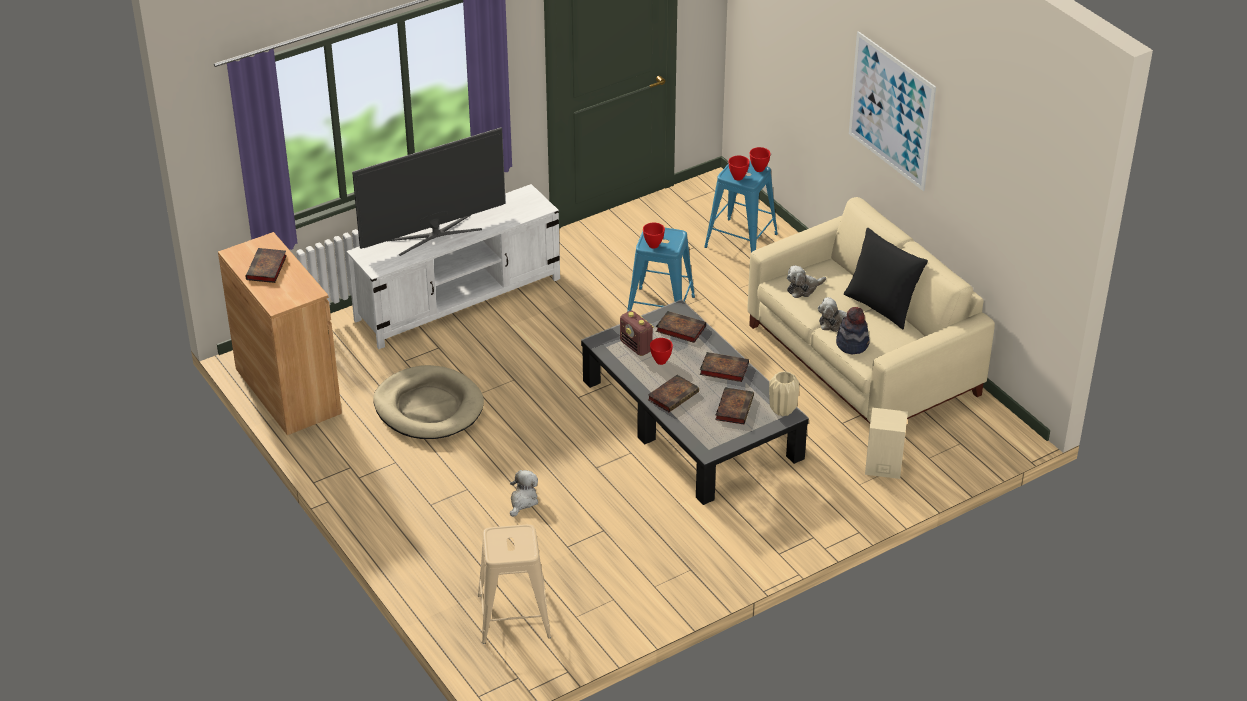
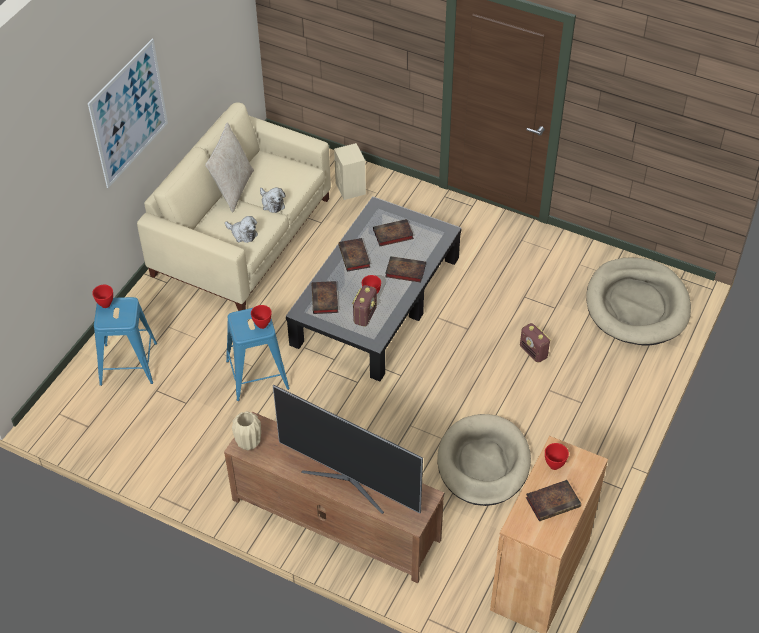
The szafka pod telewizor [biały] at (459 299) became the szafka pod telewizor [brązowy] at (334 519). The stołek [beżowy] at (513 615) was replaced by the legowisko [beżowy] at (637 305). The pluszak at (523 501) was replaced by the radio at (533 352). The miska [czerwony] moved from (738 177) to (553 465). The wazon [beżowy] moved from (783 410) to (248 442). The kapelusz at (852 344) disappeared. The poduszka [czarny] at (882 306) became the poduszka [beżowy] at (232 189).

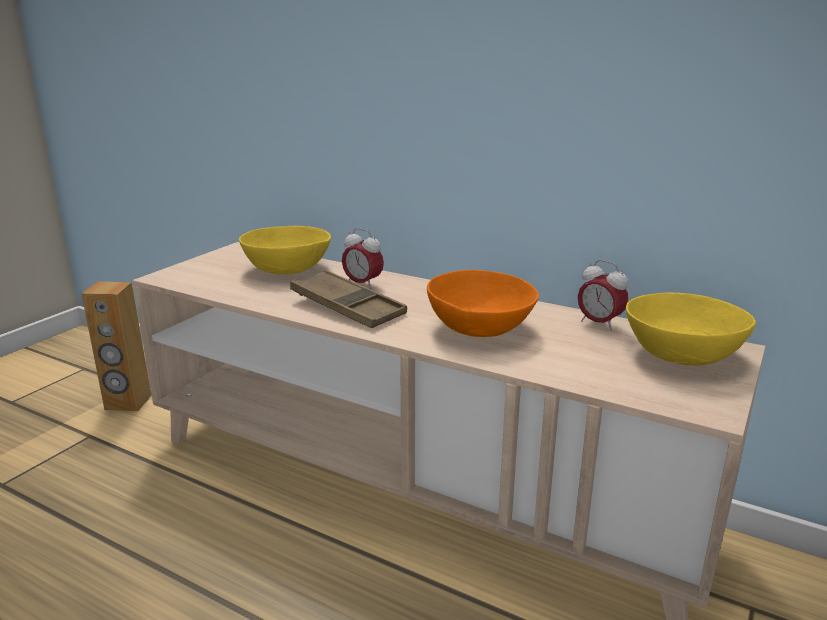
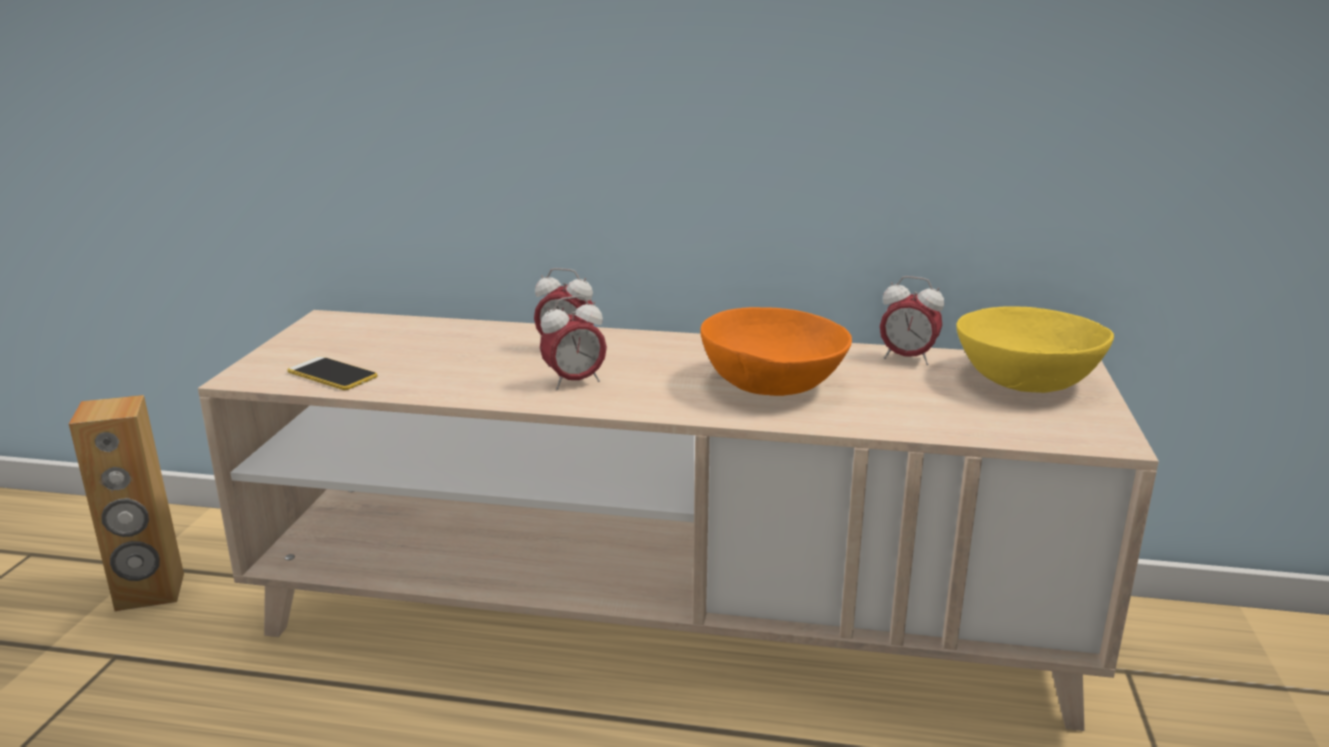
The miska [żółty] at (287 268) disappeared. The taca [brązowy] at (347 307) was replaced by the budzik at (574 382). The telefon at (332 374) appeared.

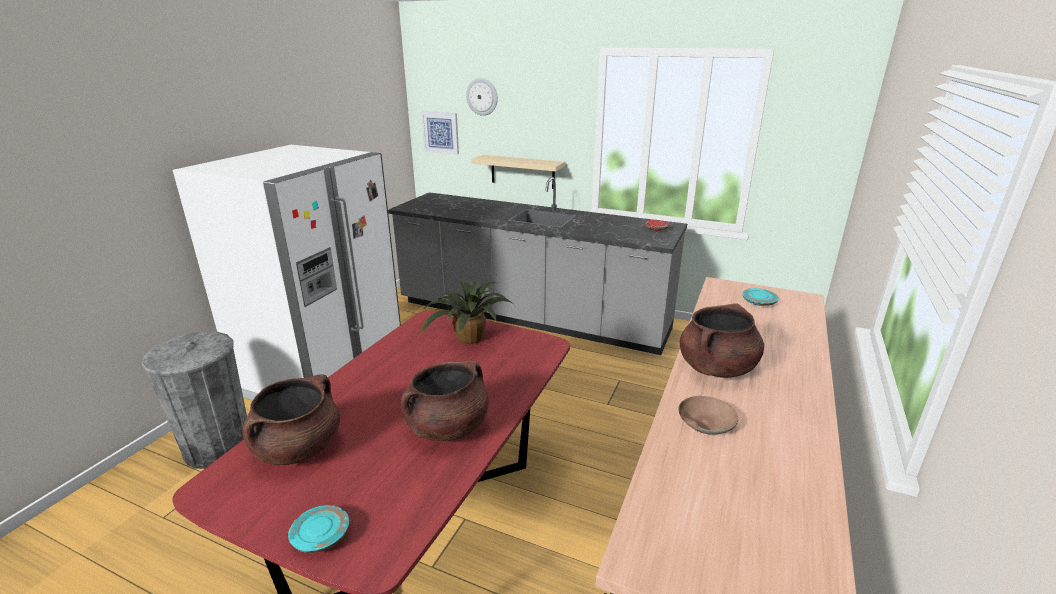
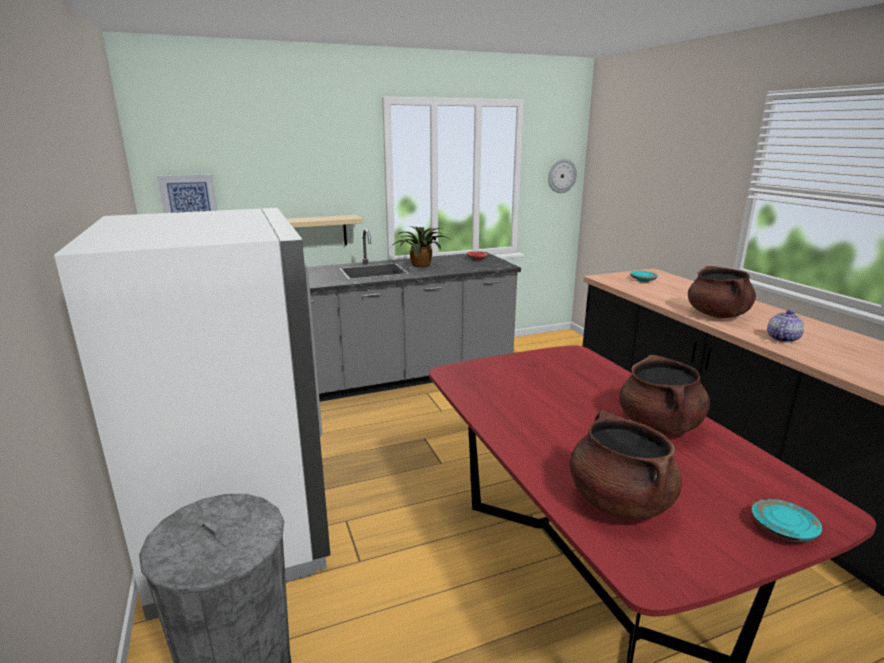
The roślina doniczkowa moved from (468 339) to (421 265). The zegar ścienny moved from (482 97) to (561 176). The miska [brązowy] at (705 422) was replaced by the imbryk at (782 339).

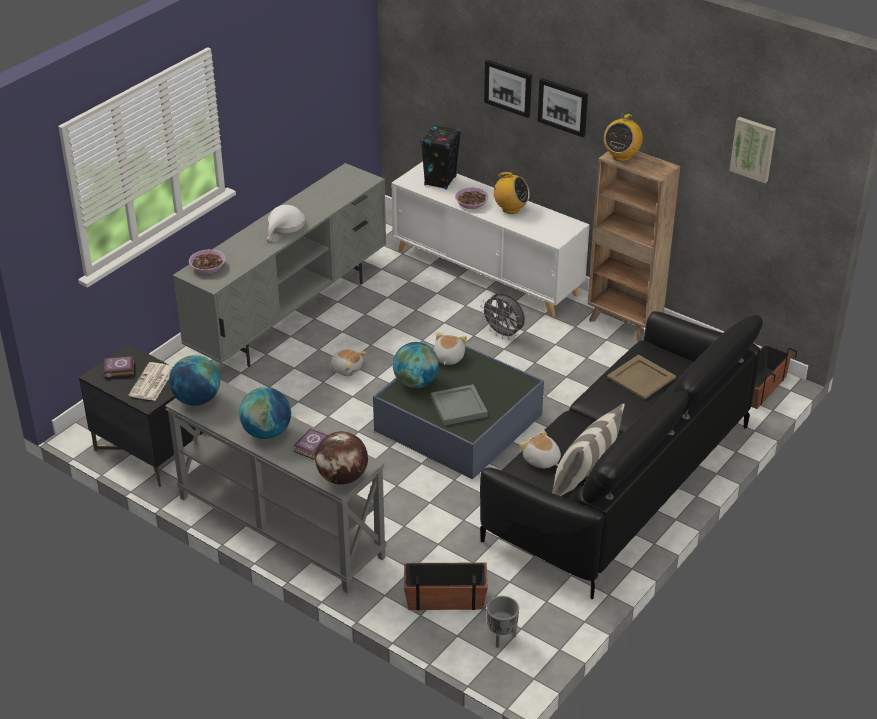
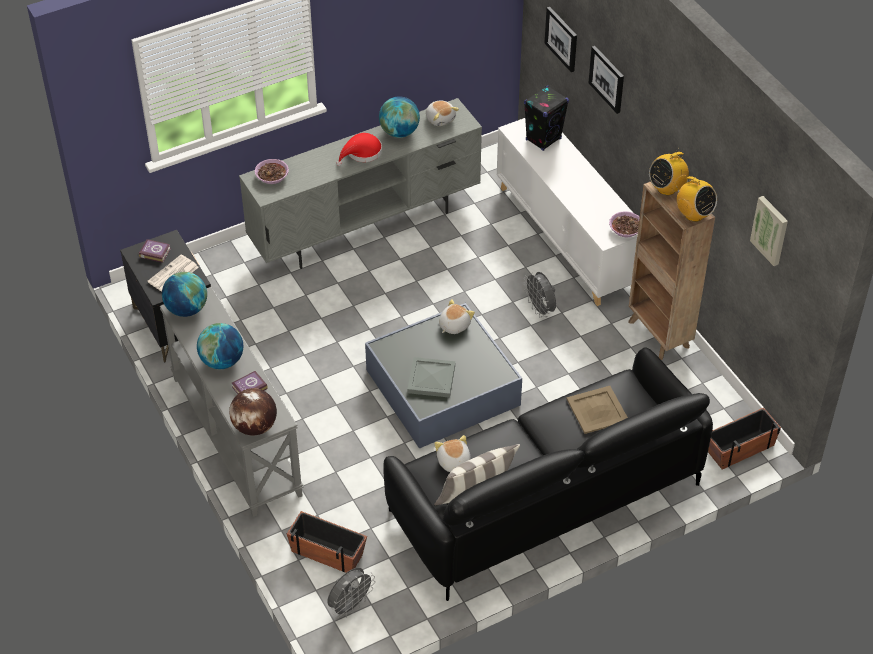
The kapelusz [biały] at (284 226) became the kapelusz [czerwony] at (362 153). The pluszak moved from (347 369) to (440 119). The globus moved from (416 382) to (399 132). The miska moved from (471 203) to (625 229). The donica [szary] at (501 637) was replaced by the wentylator [szary] at (350 605). The radio moved from (510 209) to (693 215). The obraz moved from (563 106) to (562 38).

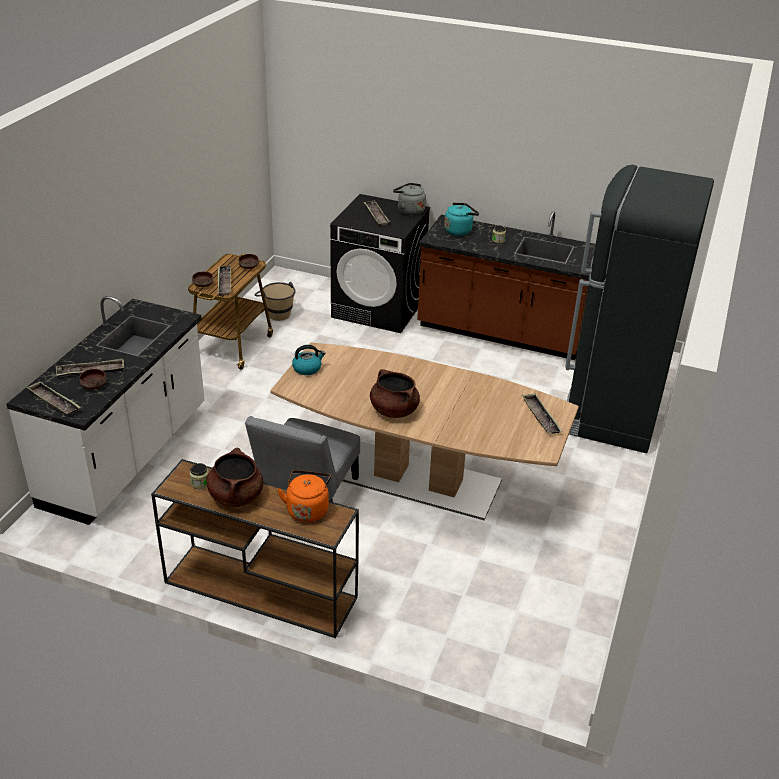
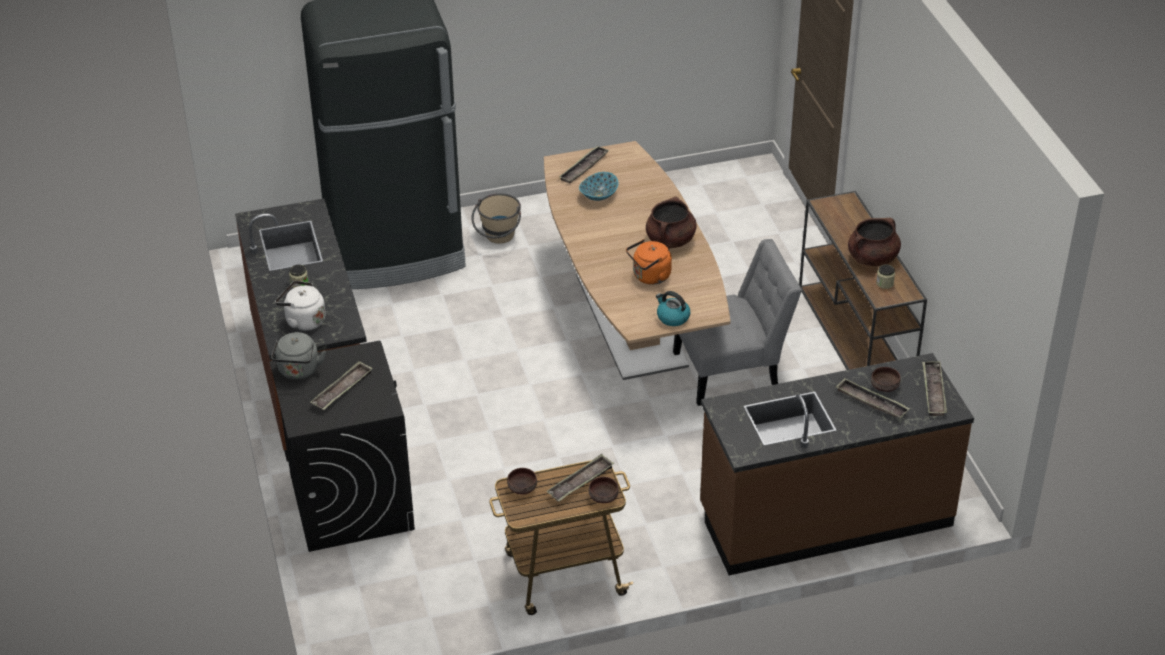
The zabudowa kuchenna [biały] at (127 457) became the zabudowa kuchenna [brązowy] at (825 517). The wiadro [beżowy] moved from (276 312) to (498 238). The czajnik [pomarańczowy] moved from (307 509) to (649 277). The czajnik [turkusowy] at (459 230) became the czajnik [biały] at (303 321). The miska at (598 195) appeared.

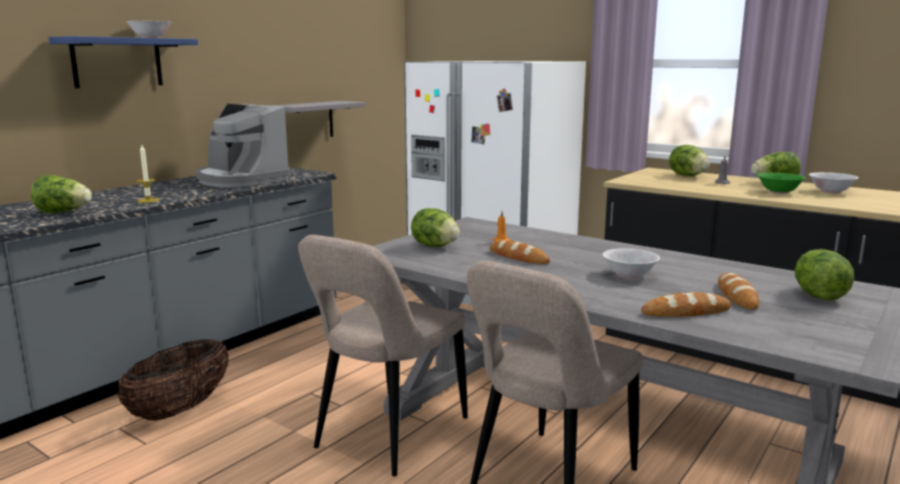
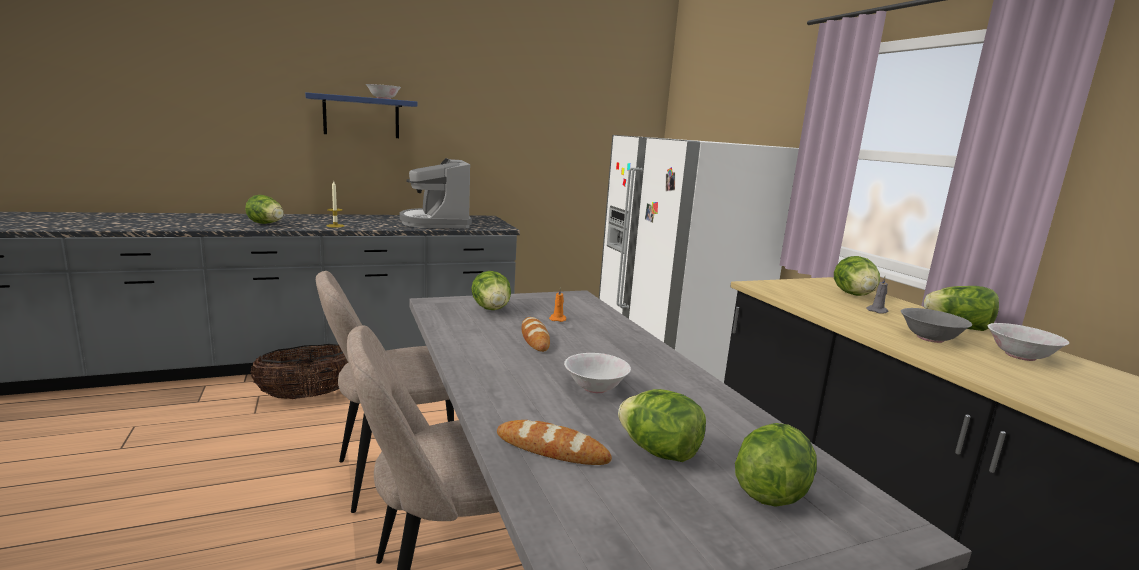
The półka [szary] at (306 121) disappeared. The chleb at (737 296) was replaced by the sałata at (659 452). The miska [zielony] at (778 192) became the miska [szary] at (929 338).

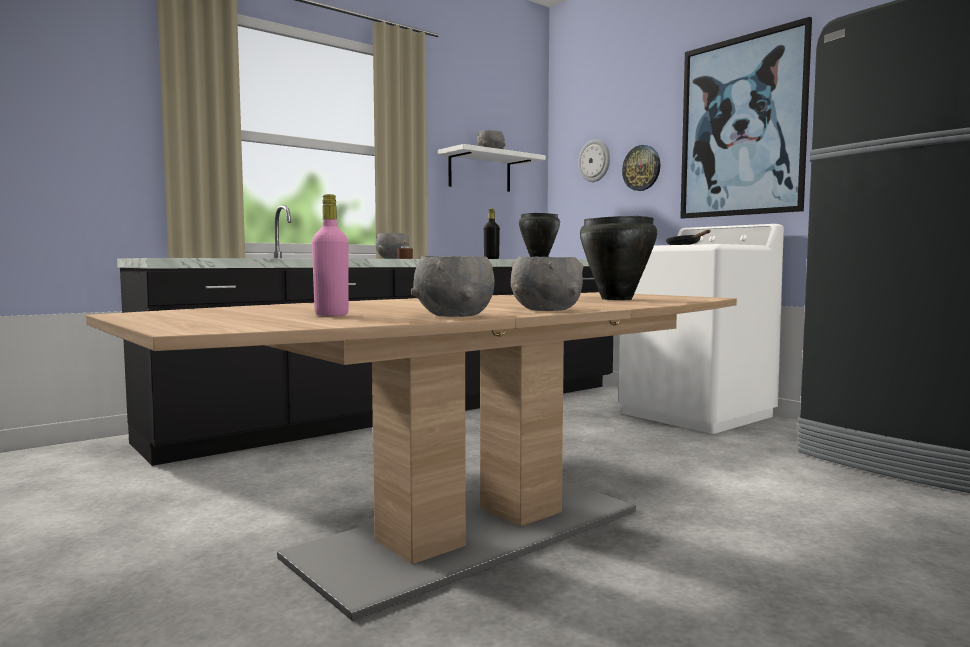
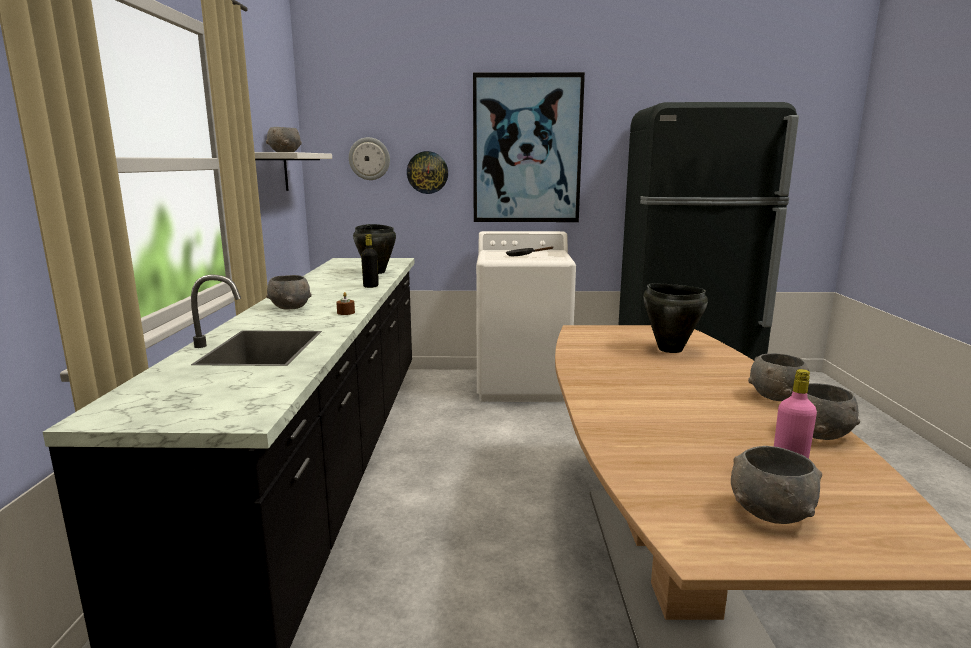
The miska [szary] at (769 512) appeared.

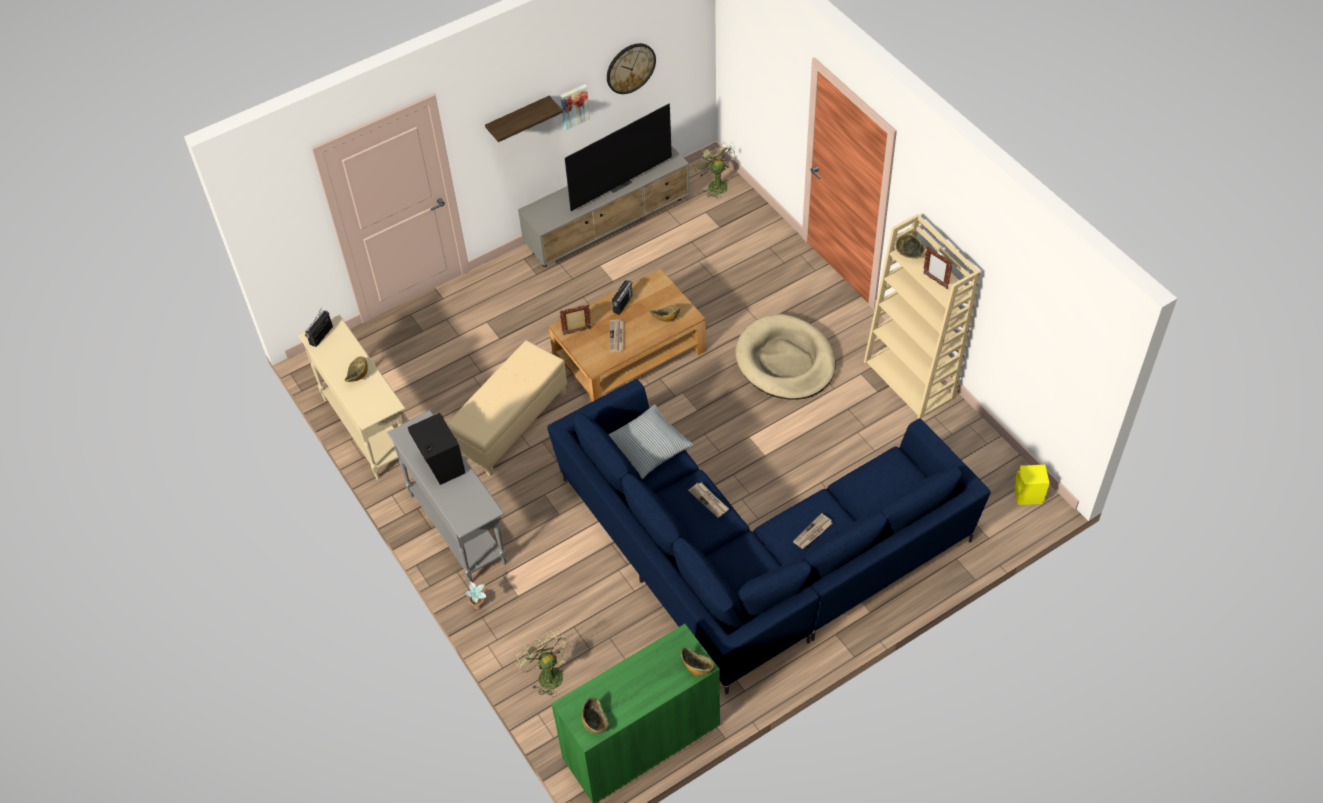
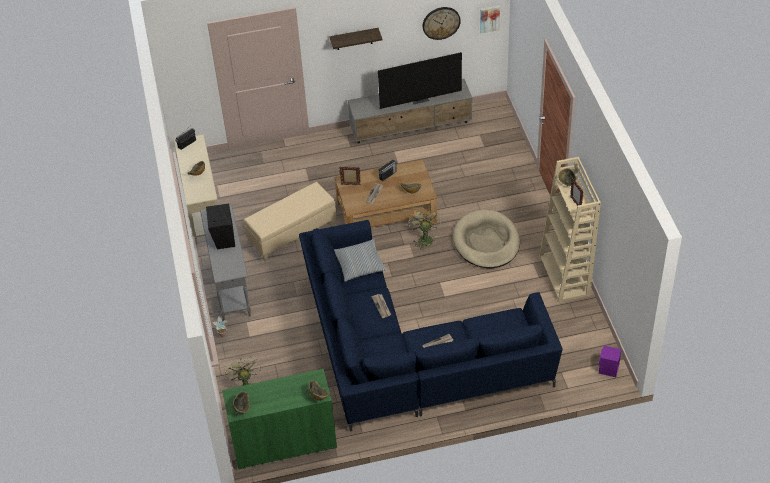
The obraz moved from (574 106) to (489 18). The wentylator [zielony] moved from (715 185) to (424 238). The głośnik [żółty] at (1028 496) became the głośnik [fioletowy] at (608 370).

